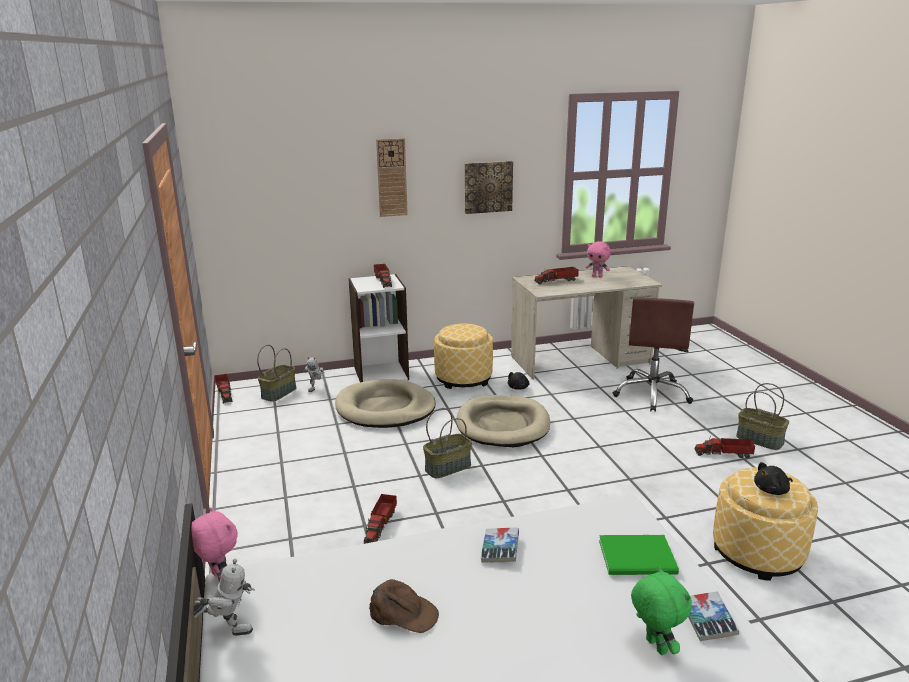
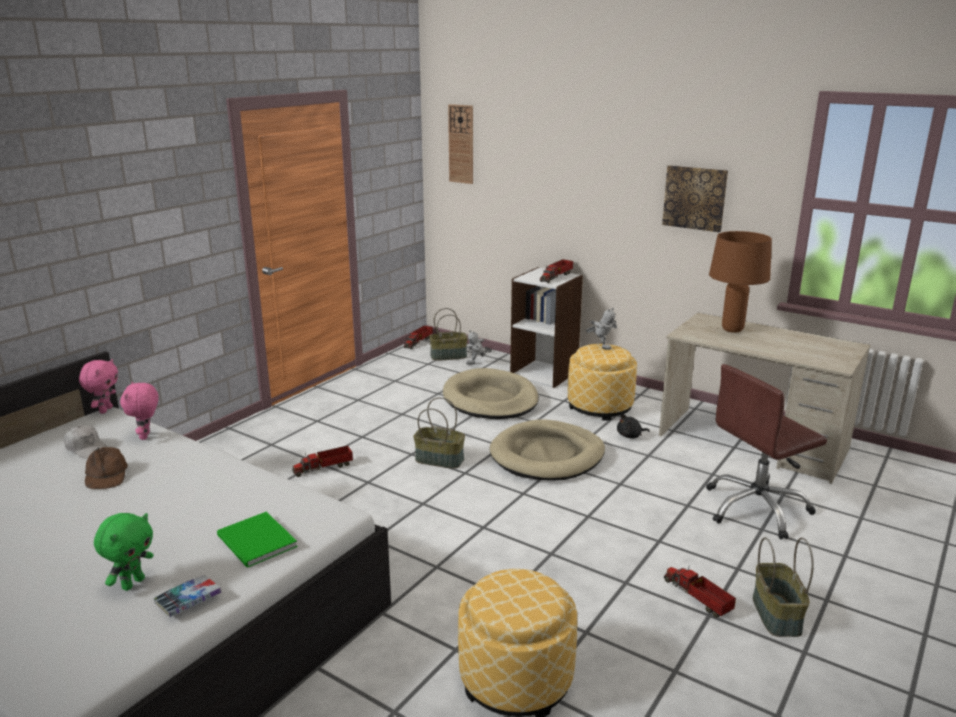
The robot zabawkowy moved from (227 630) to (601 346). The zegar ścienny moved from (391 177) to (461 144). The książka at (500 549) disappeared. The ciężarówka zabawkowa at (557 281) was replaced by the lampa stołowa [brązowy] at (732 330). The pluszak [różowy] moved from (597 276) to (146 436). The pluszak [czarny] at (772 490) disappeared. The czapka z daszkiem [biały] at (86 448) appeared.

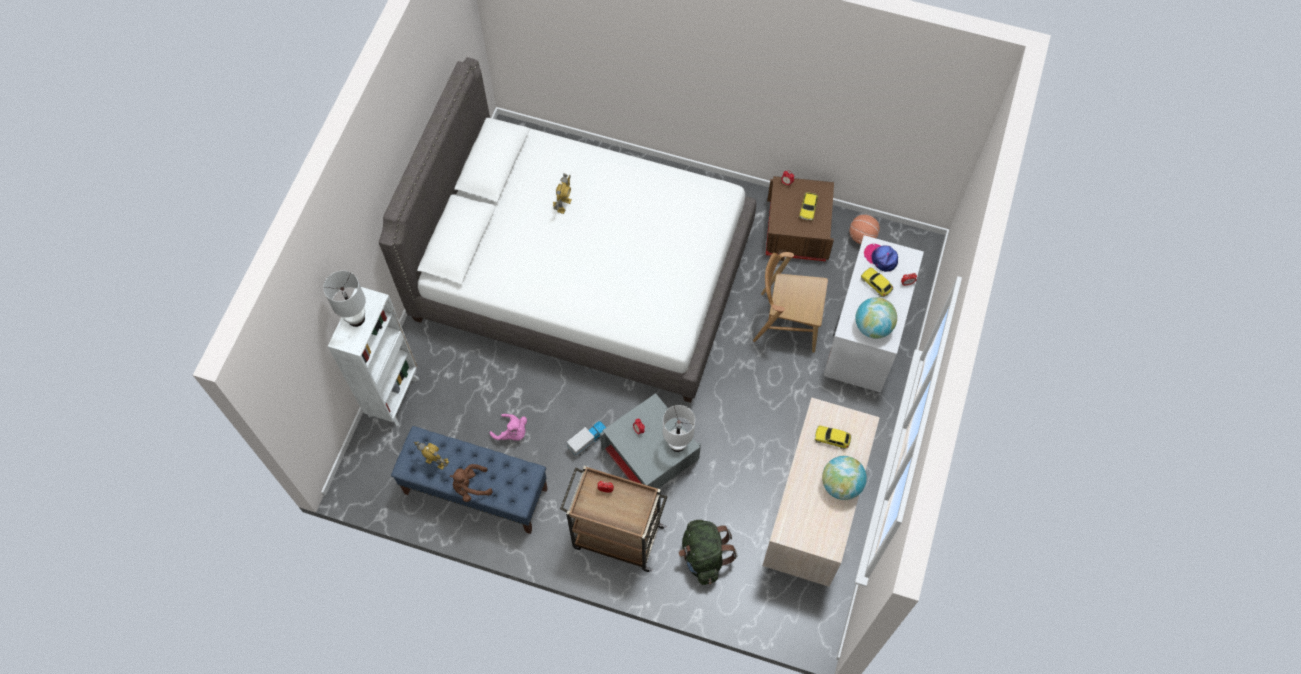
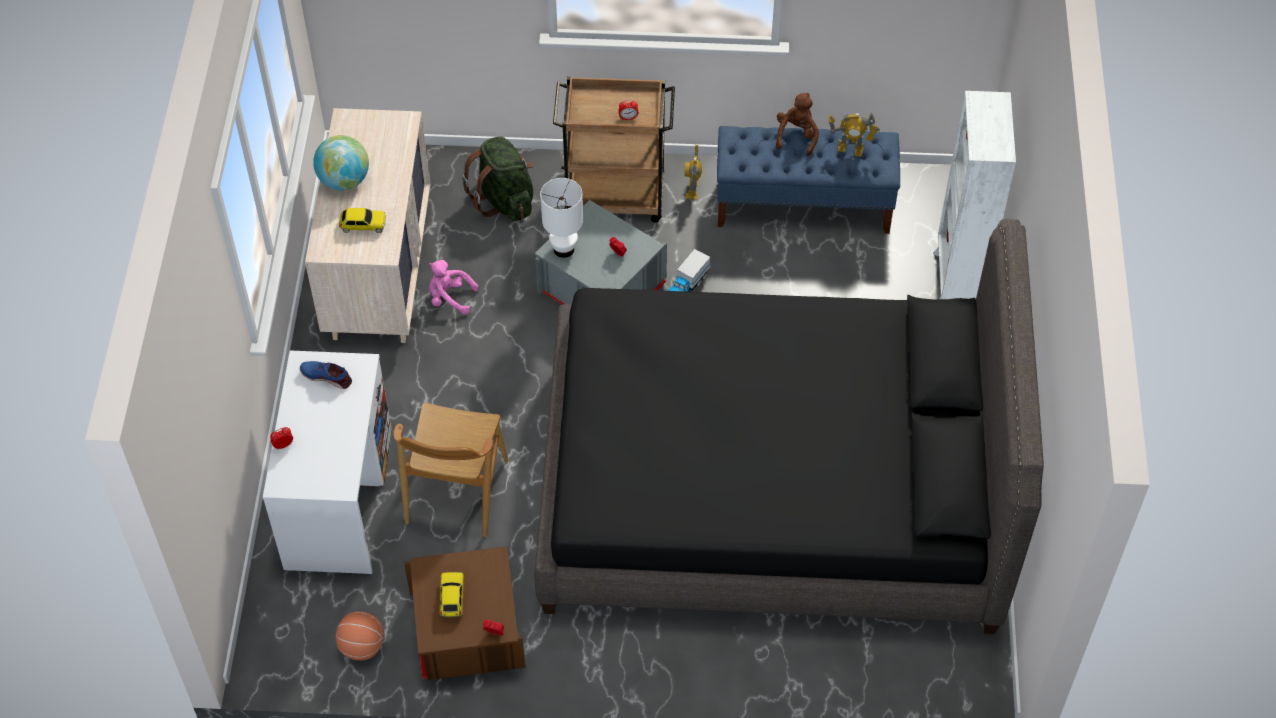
The lampa stołowa [biały] at (356 318) disappeared. The łóżko [biały] at (583 275) became the łóżko [czarny] at (771 489). The pluszak [brązowy] at (470 487) turned 45 degrees counterclockwise. The pluszak [różowy] moved from (512 433) to (450 298). The robot zabawkowy moved from (564 205) to (692 190). The krzesło [brązowy] at (787 322) turned 105 degrees clockwise. The globus at (873 327) was replaced by the but [niebieski] at (327 376). The samochodzik at (876 284) disappeared. The czapka z daszkiem at (881 258) disappeared.

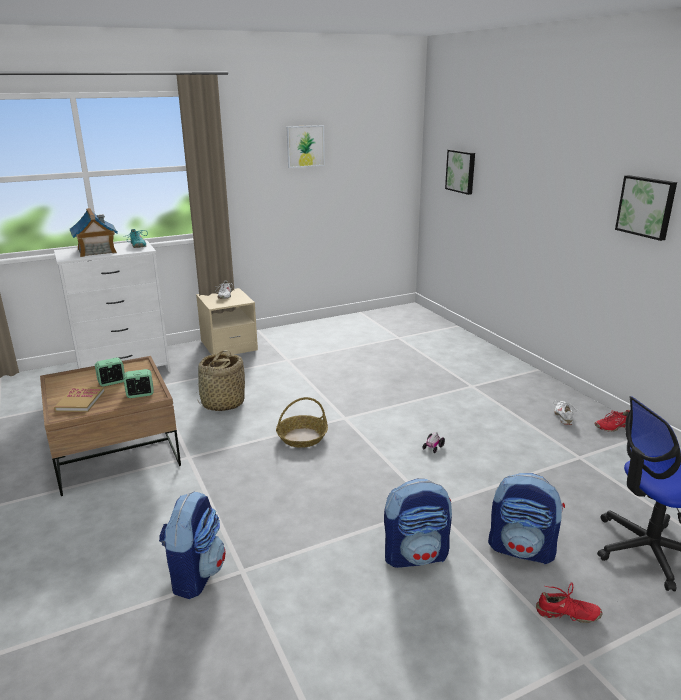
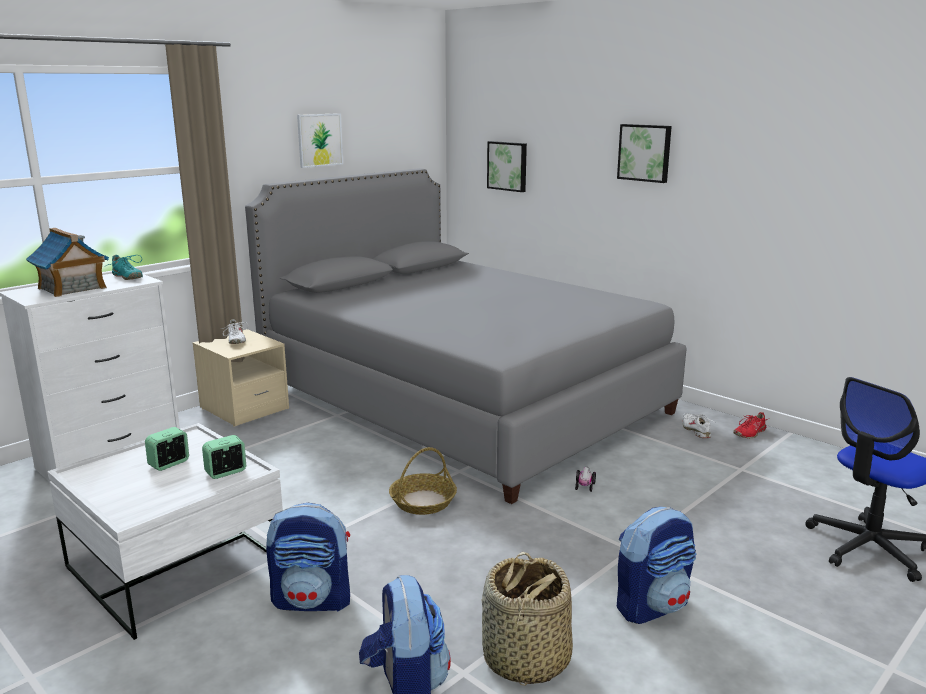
The ława [brązowy] at (115 452) became the ława [biały] at (176 566). The książka at (80 401) disappeared. The koszyk moved from (222 403) to (525 659). The plecak moved from (522 549) to (313 600). The but [czerwony] at (567 614) disappeared. The obraz moved from (646 207) to (645 152). The łóżko [szary] at (462 401) appeared.

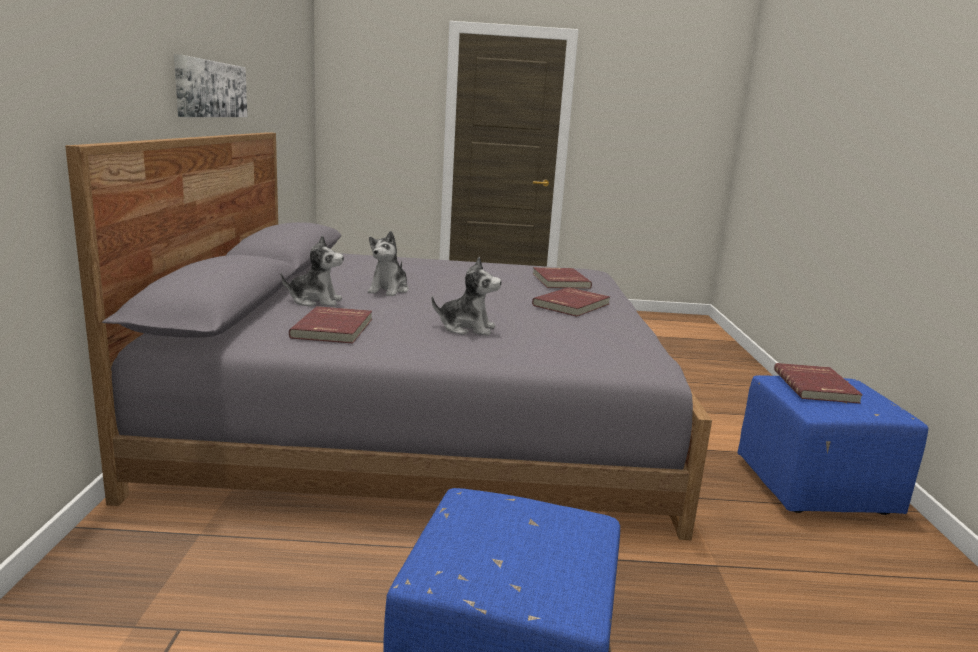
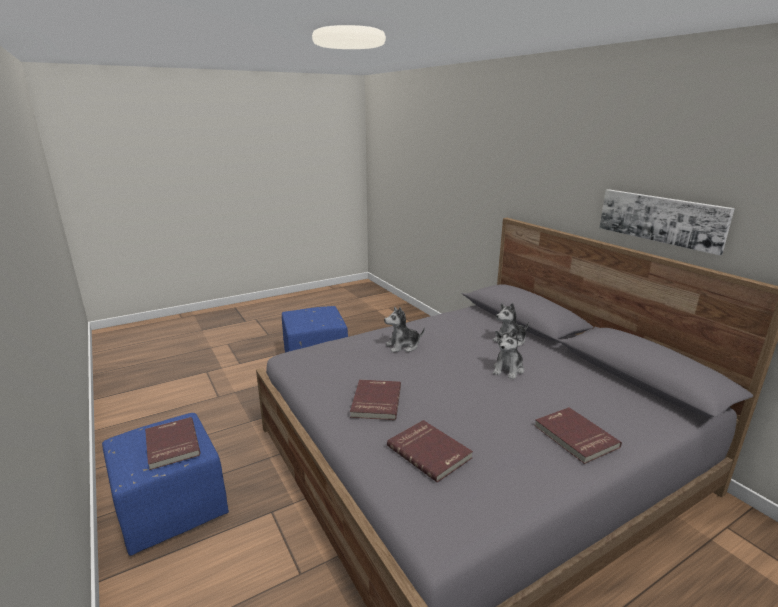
The książka [czerwony] moved from (334 328) to (574 437). The pluszak at (389 290) turned 135 degrees counterclockwise.

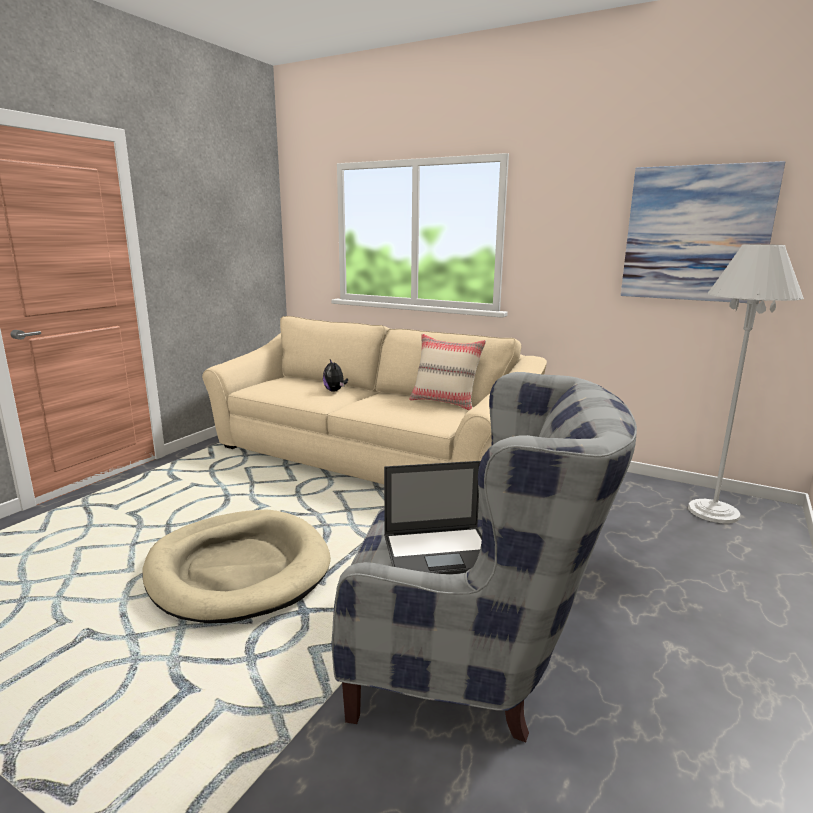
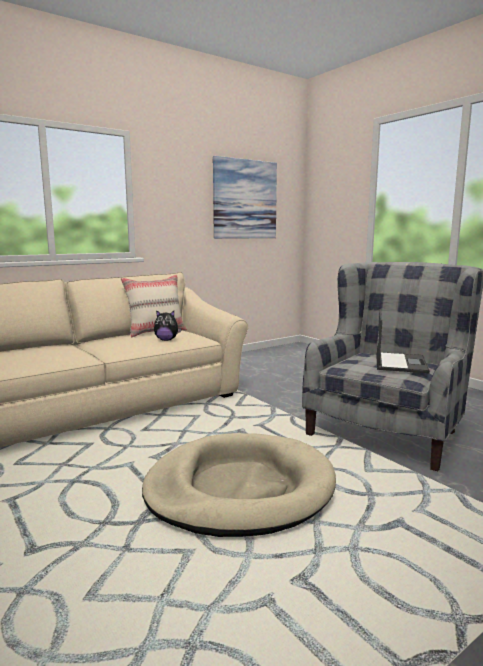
The pluszak moved from (335 391) to (166 340). The lampa stojąca [biały] at (713 512) disappeared.

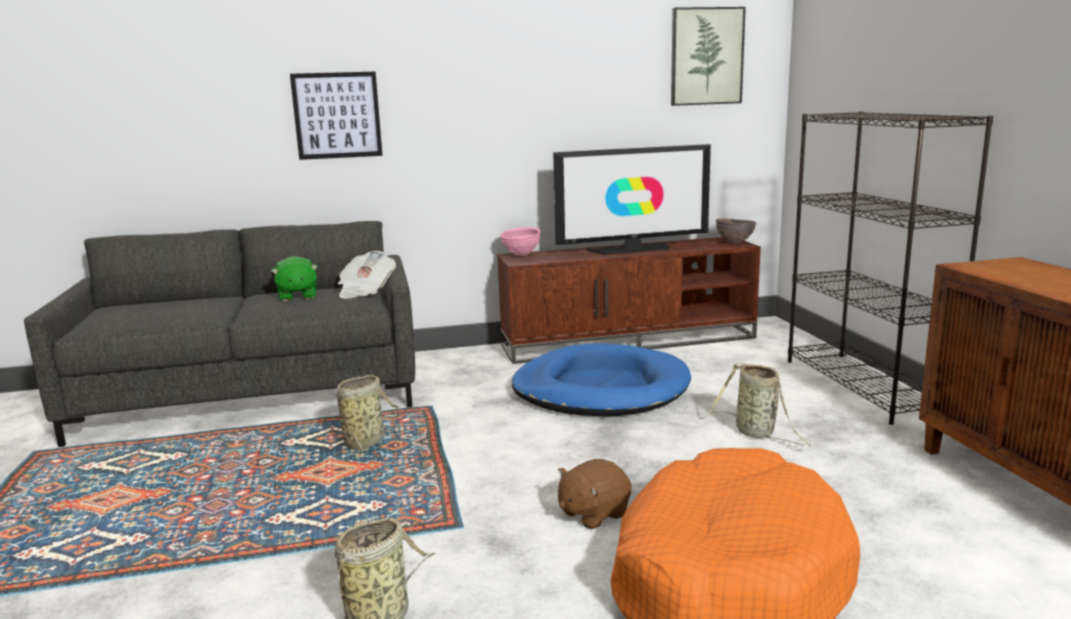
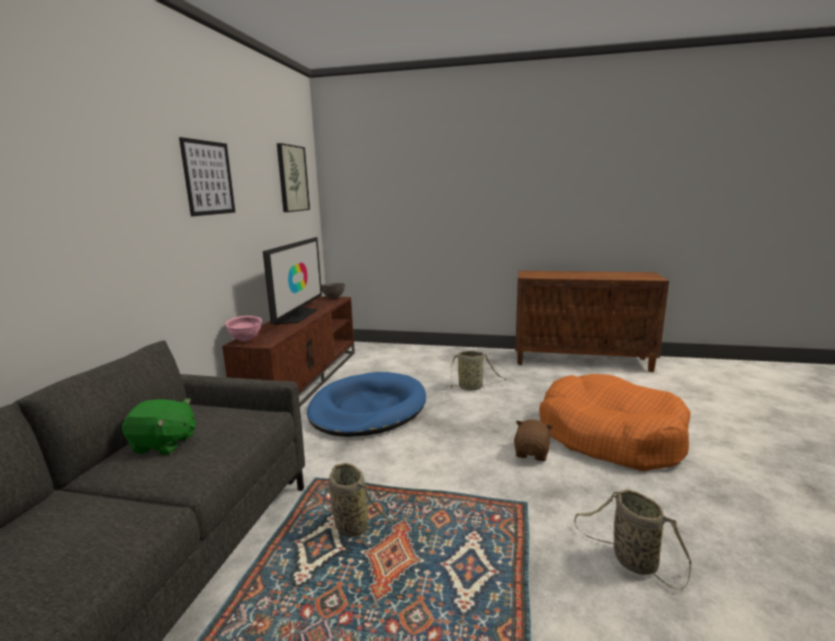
The obraz moved from (337 115) to (208 178). The gazeta at (365 291) disappeared. The pluszak [brązowy] at (593 513) turned 150 degrees counterclockwise. The regał [czarny] at (865 386) disappeared.

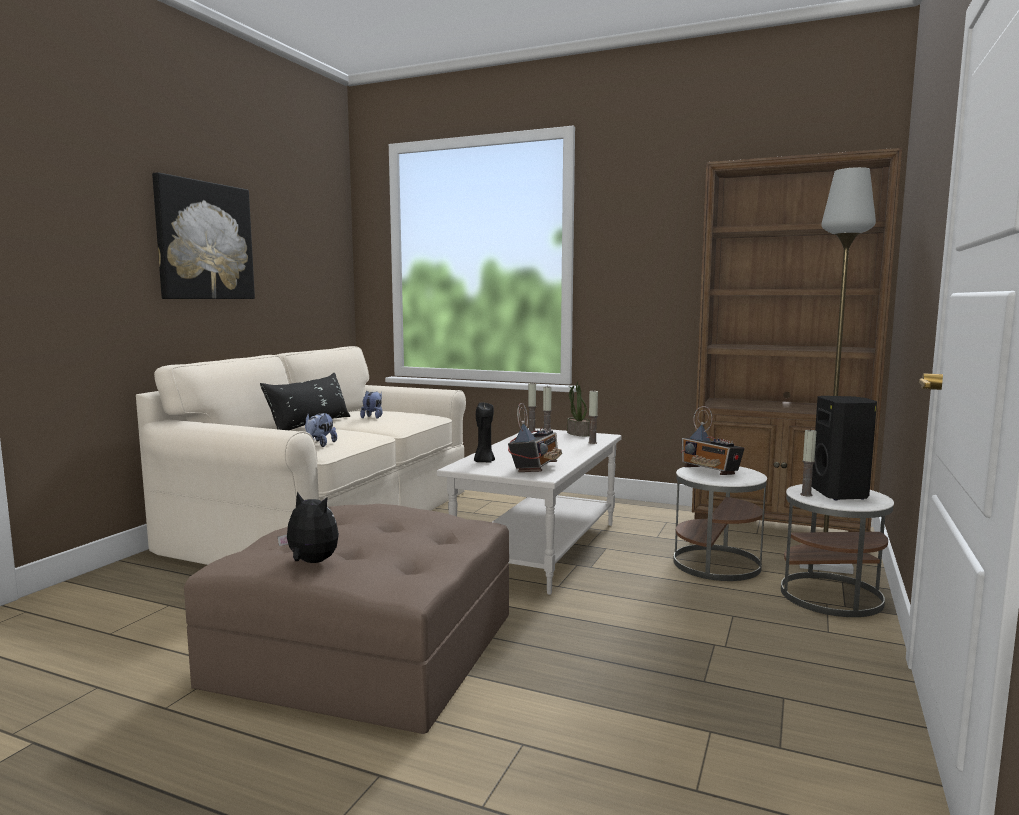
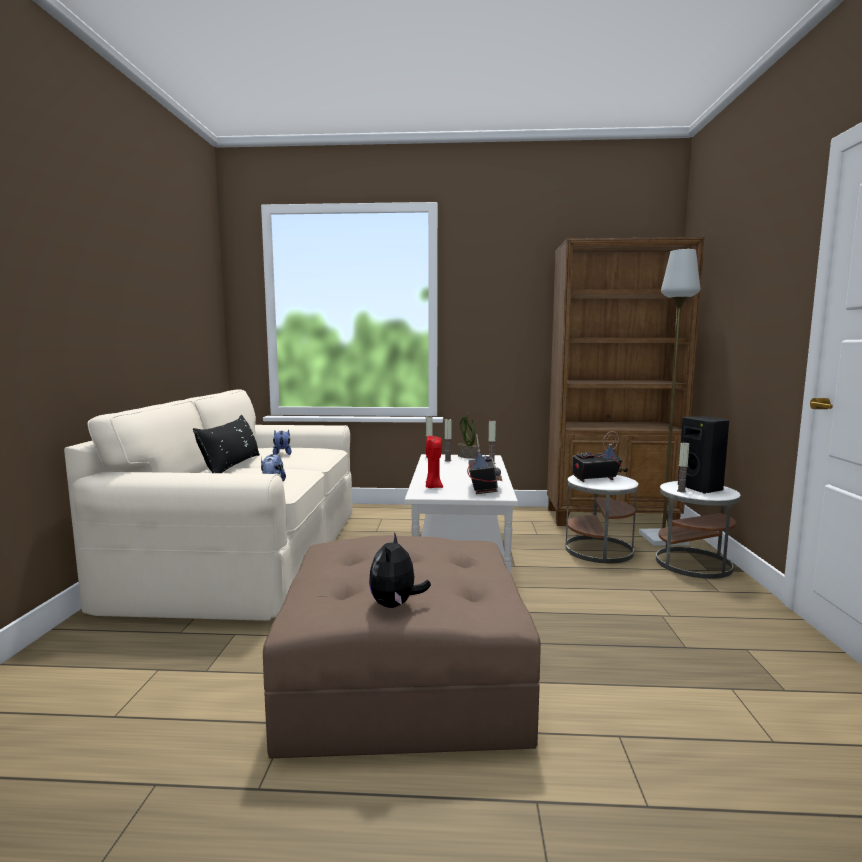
The obraz at (204 241) disappeared. The pluszak at (311 562) turned 90 degrees counterclockwise. The świeca [czarny] at (484 461) became the świeca [czerwony] at (433 487). The radio at (710 471) turned 135 degrees clockwise.

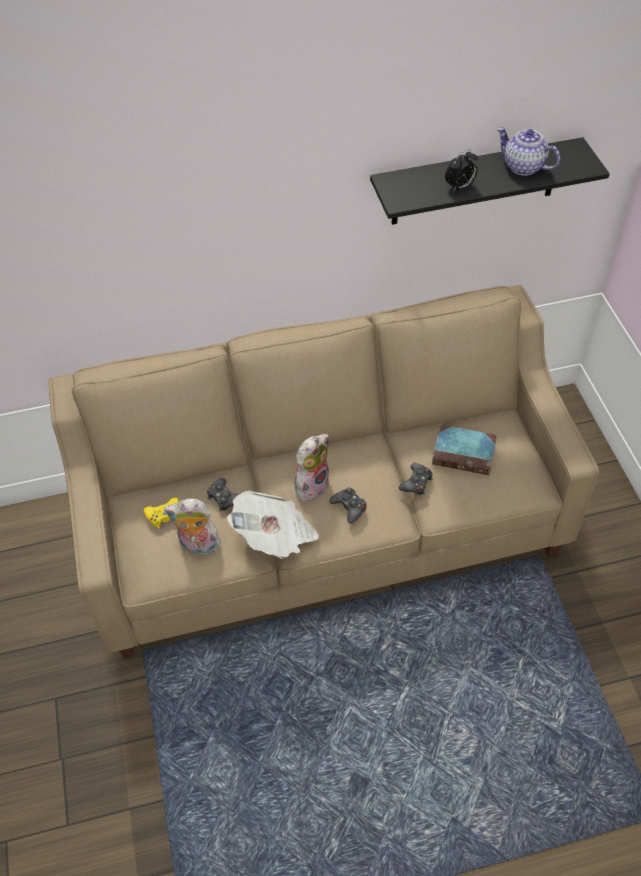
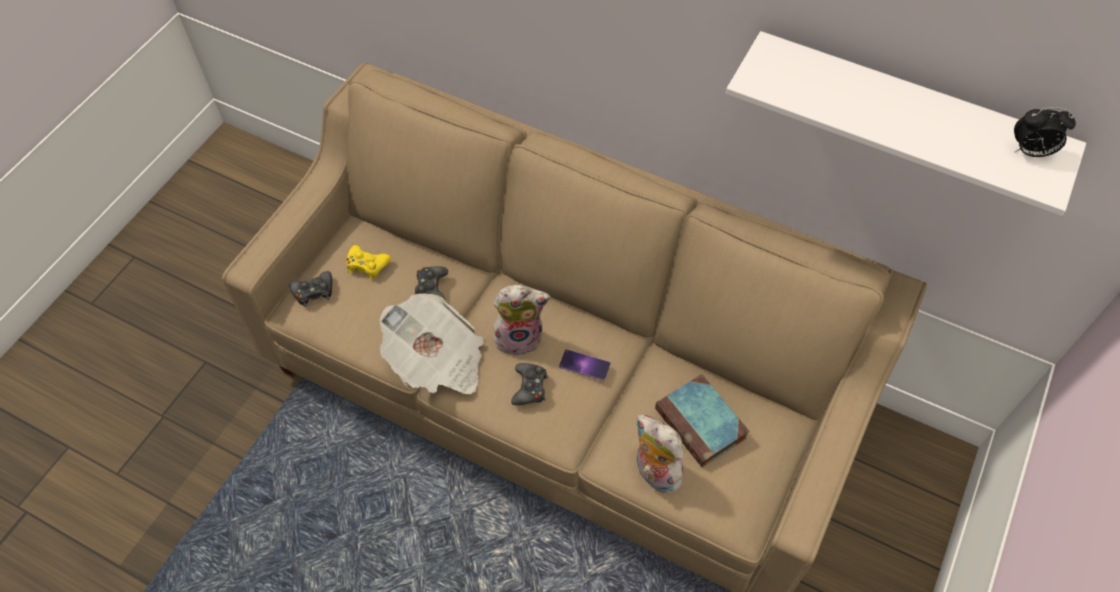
The pluszak moved from (198 546) to (654 473). The półka [czarny] at (474 182) became the półka [biały] at (902 117). The pad do gier [czarny] moved from (416 482) to (314 291). The budzik moved from (460 187) to (1030 152). The imbryk at (523 167) disappeared. The telefon at (584 365) appeared.

